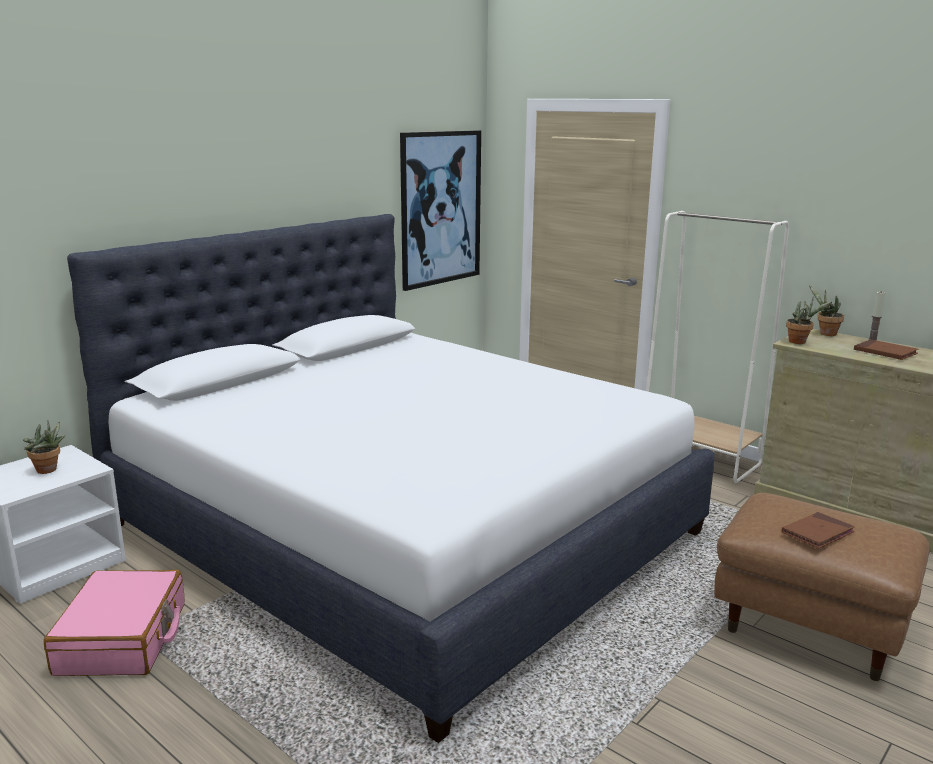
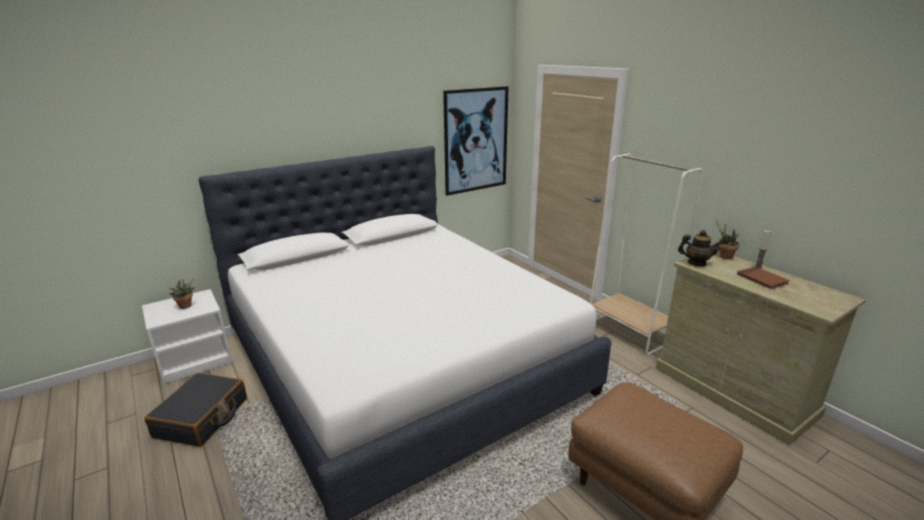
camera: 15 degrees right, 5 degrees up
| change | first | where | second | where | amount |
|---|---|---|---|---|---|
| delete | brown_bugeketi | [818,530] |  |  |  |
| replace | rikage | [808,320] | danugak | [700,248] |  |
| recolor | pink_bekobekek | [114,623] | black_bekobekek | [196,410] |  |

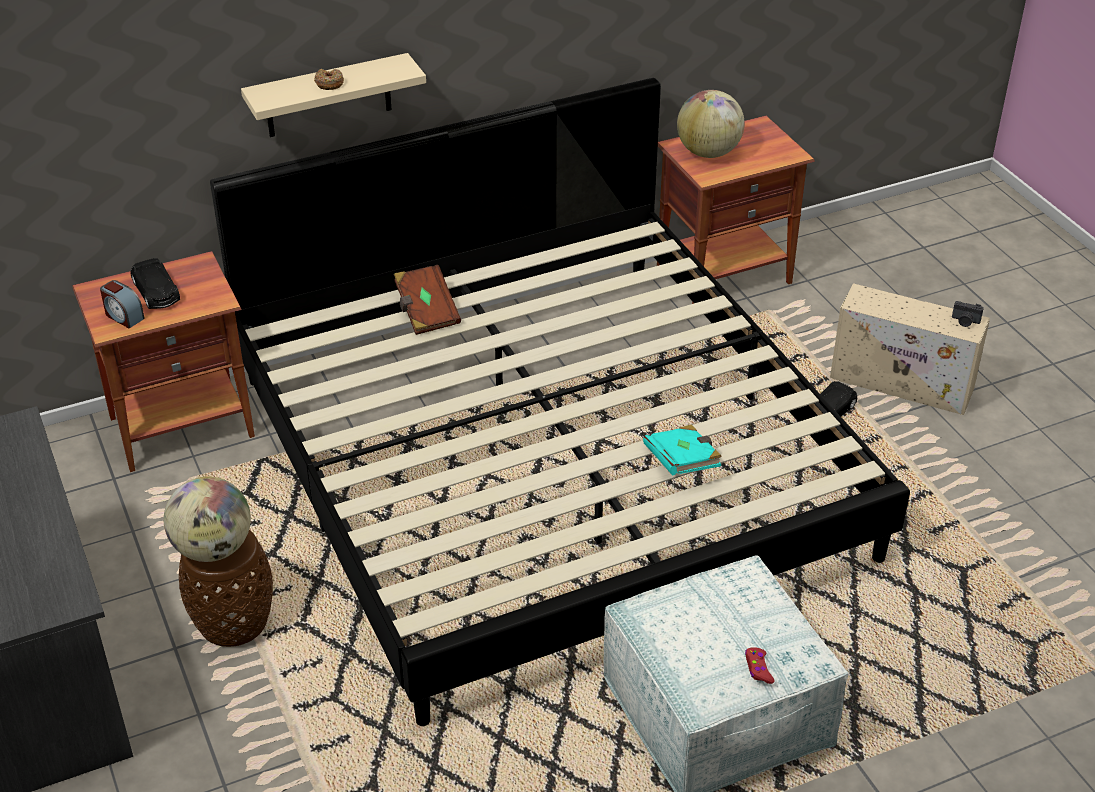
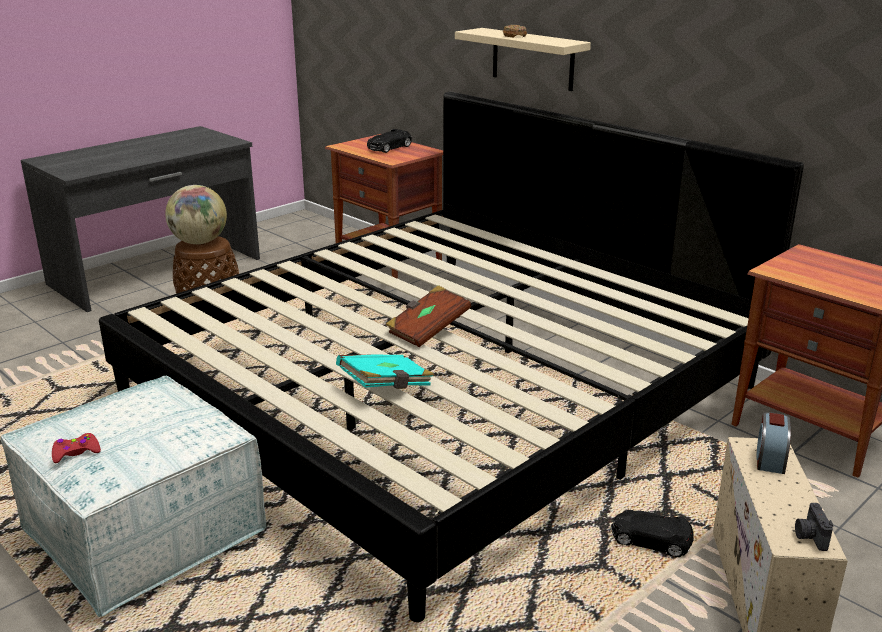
camera: 70 degrees right, 15 degrees down
| change | first | where | second | where | amount |
|---|---|---|---|---|---|
| delete | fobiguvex | [711,124] |  |  |  |
| move | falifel | [122,304] |  | [773,443] |  |
| move | brown_bugeketi | [427,300] |  | [428,316] |  |

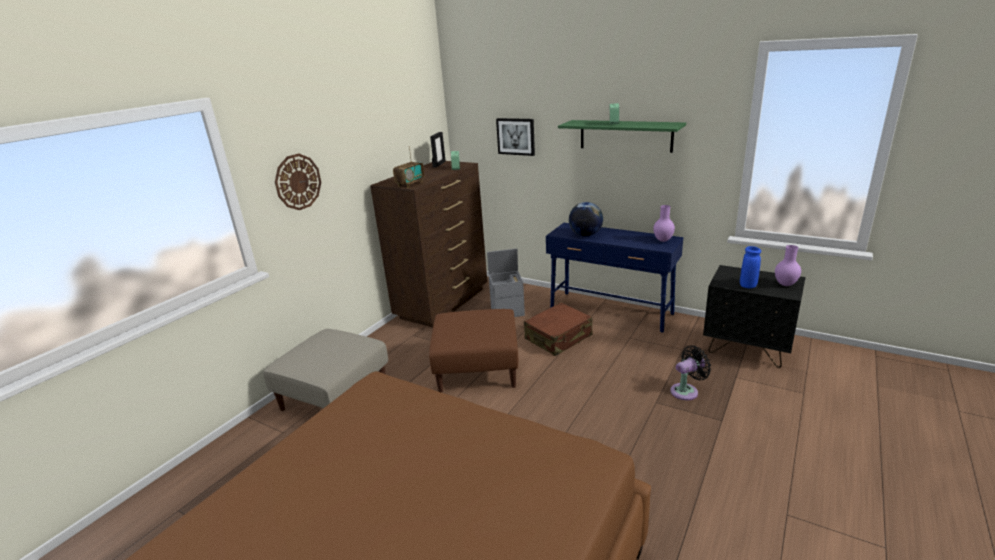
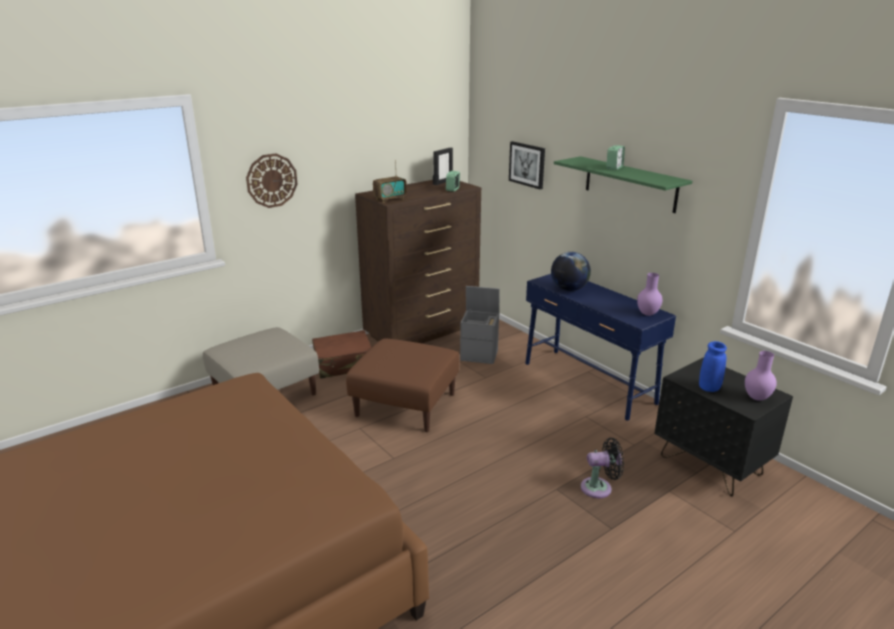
camera: 20 degrees right, 0 degrees up
| change | first | where | second | where | amount |
|---|---|---|---|---|---|
| move | brown_bekobekek | [558,329] |  | [342,354] |  |

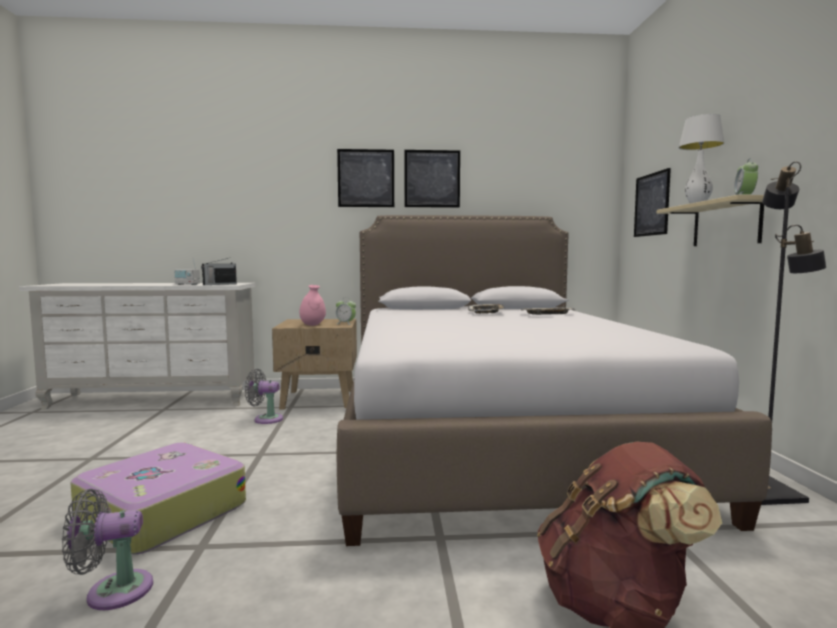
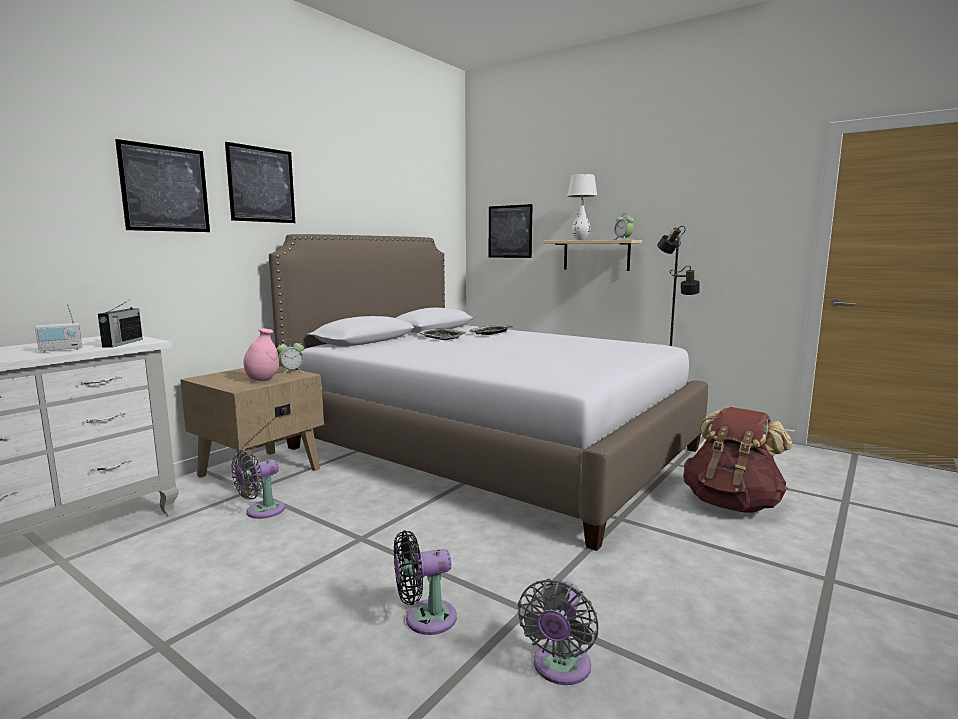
camera: 50 degrees left, 5 degrees up
| change | first | where | second | where | amount |
|---|---|---|---|---|---|
| move | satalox | [432,179] |  | [162,185] |  |
| replace | bekobekek | [158,498] | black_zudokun | [425,583] |  |

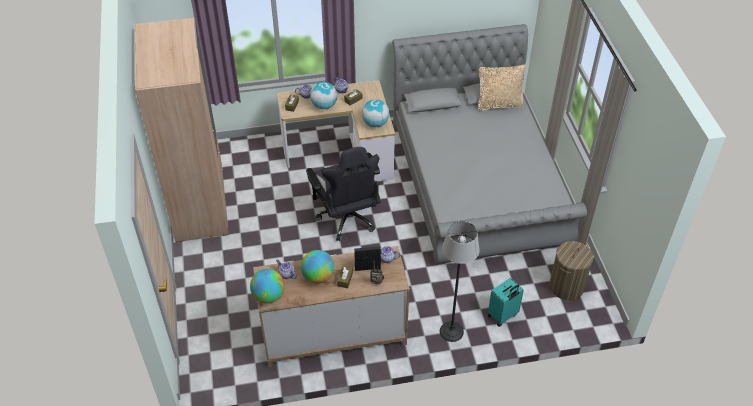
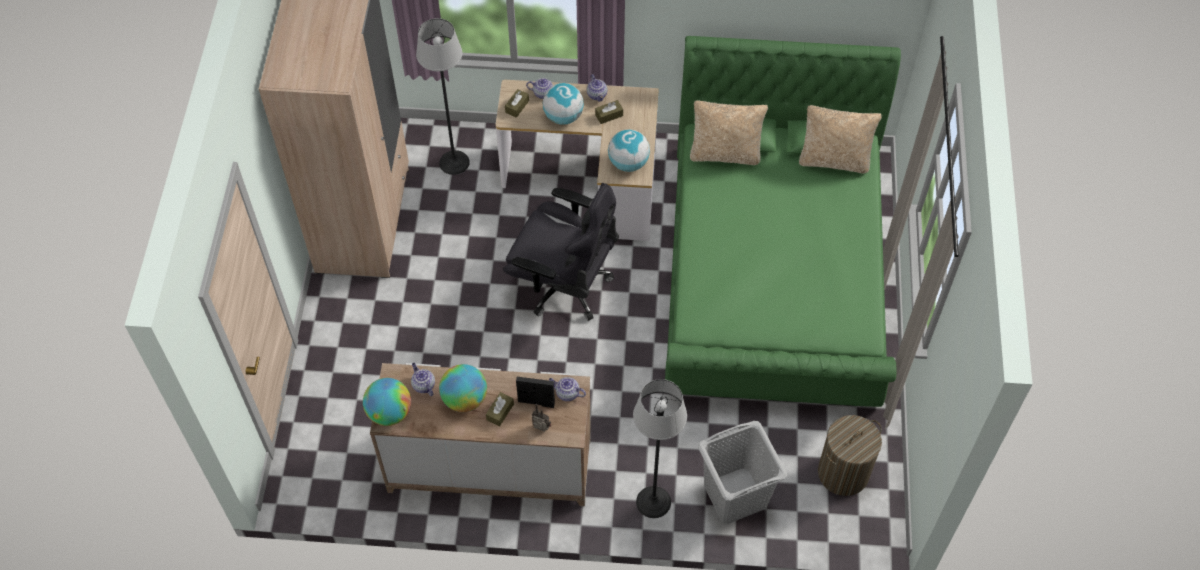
camera: 15 degrees right, 10 degrees up
| change | first | where | second | where | amount |
|---|---|---|---|---|---|
| insert |  |  | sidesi | [443,96] |  |
| insert |  |  | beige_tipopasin | [729,132] |  |
| replace | turquoise_bekobekek | [506,302] | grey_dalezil | [742,472] |  |
| recolor | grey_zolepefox | [489,144] | green_zolepefox | [783,221] |  |
| rotate | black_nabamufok | [343,194] |  | [561,252] | 60 degrees counterclockwise |

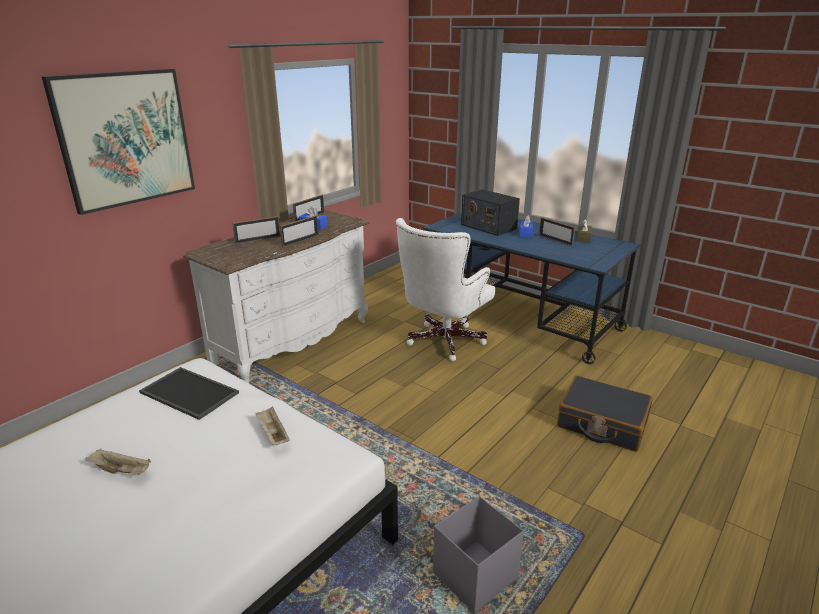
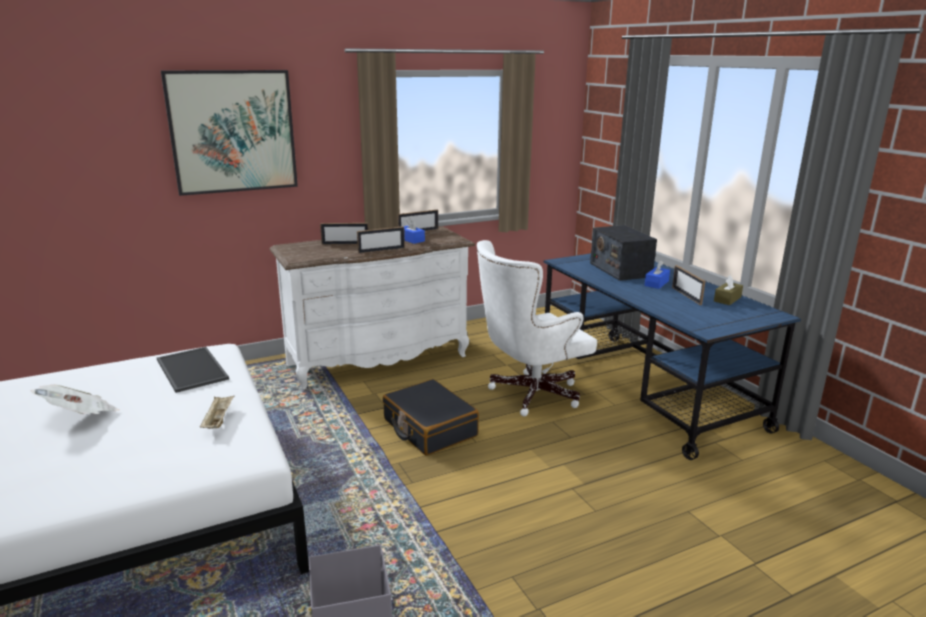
camera: 25 degrees right, 5 degrees down
| change | first | where | second | where | amount |
|---|---|---|---|---|---|
| move | black_bekobekek | [605,414] |  | [431,417] |  |
| replace | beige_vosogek | [118,462] | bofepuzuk | [75,399] |  |

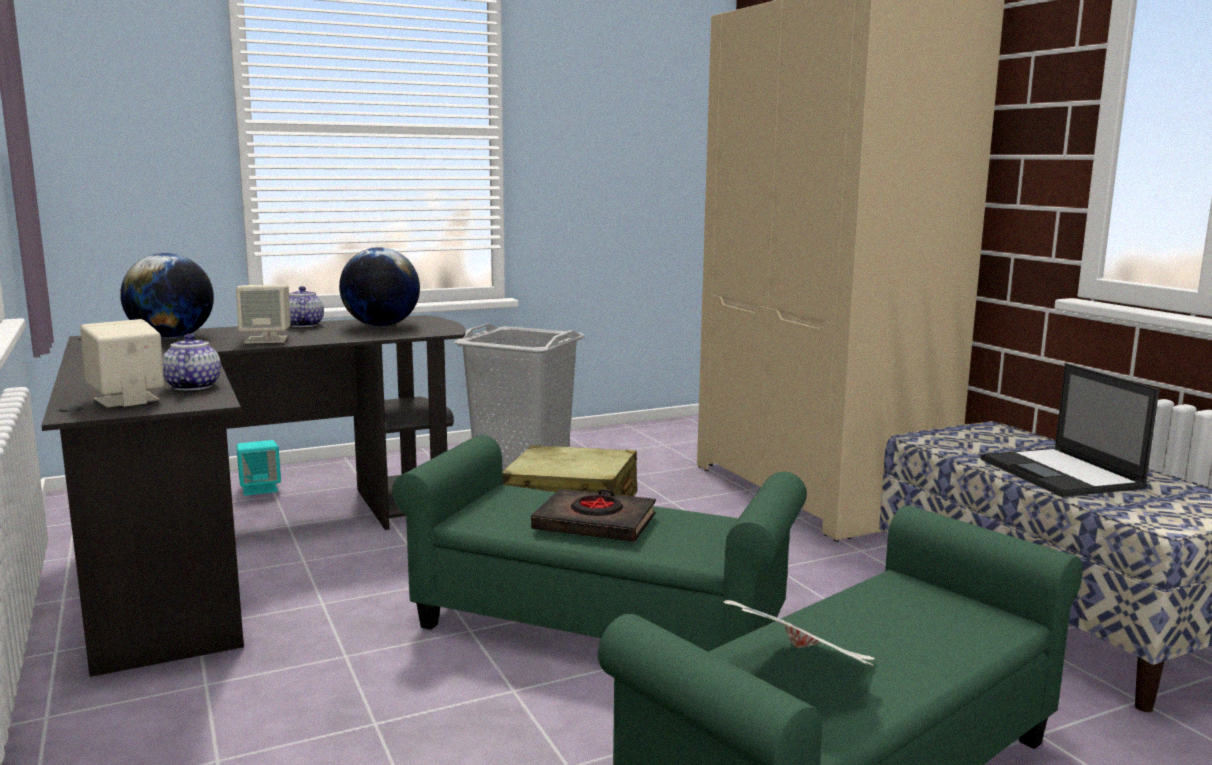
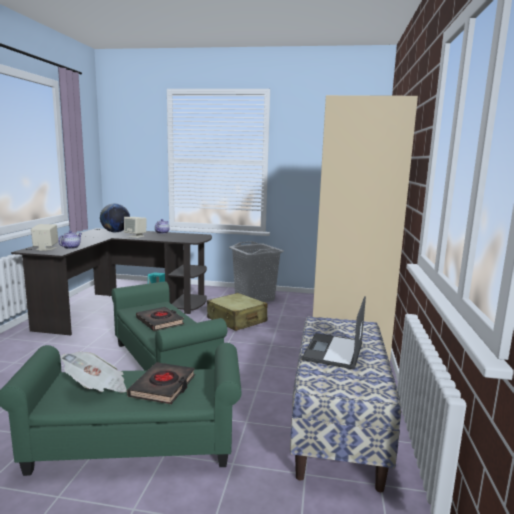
camera: 35 degrees right, 0 degrees up
| change | first | where | second | where | amount |
|---|---|---|---|---|---|
| delete | fobiguvex | [379,287] |  |  |  |
| insert |  |  | black_bugeketi | [161,383] |  |

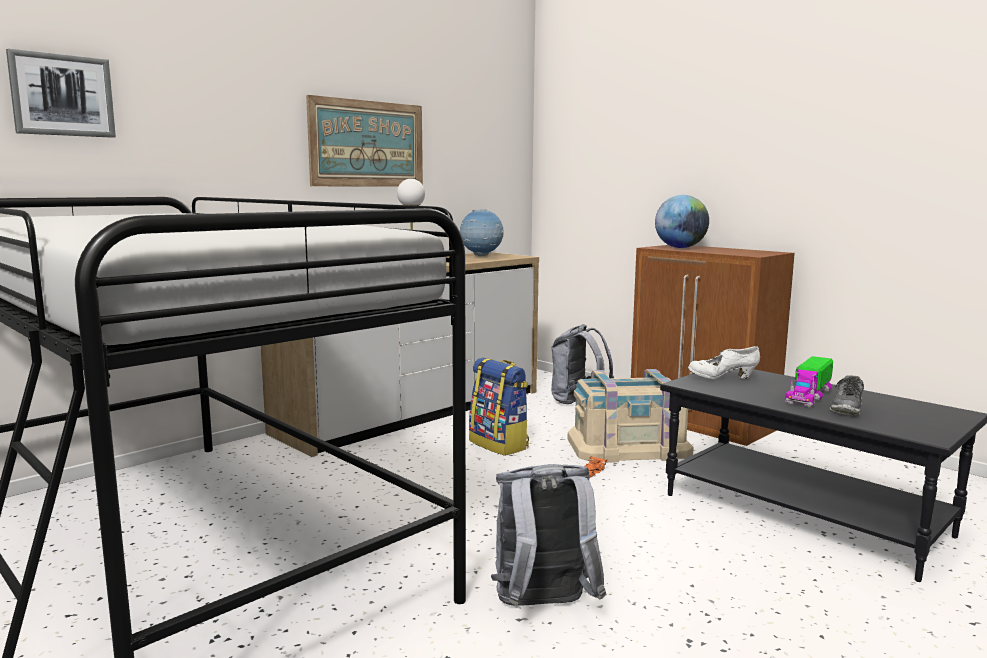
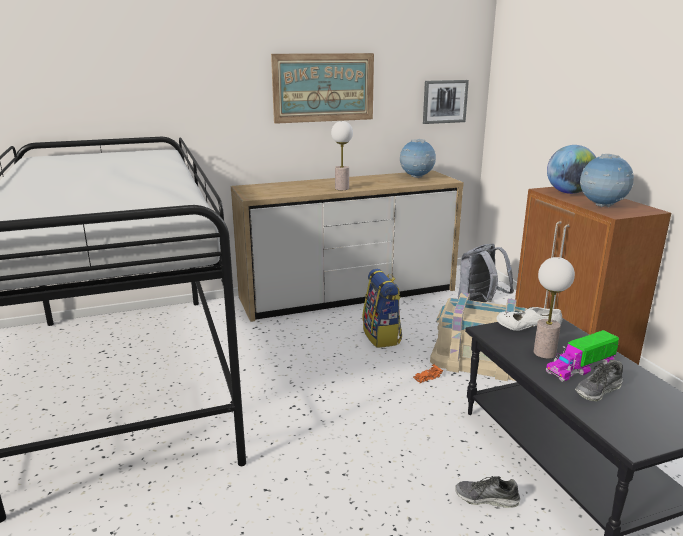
camera: 25 degrees right, 10 degrees up
| change | first | where | second | where | amount |
|---|---|---|---|---|---|
| delete | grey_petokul | [548,535] |  |  |  |
| insert |  |  | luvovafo | [487,492] |  |
| insert |  |  | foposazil | [554,308] |  |
| insert |  |  | fobiguvex | [607,180] |  |
| move | satalox | [61,93] |  | [446,102] |  |

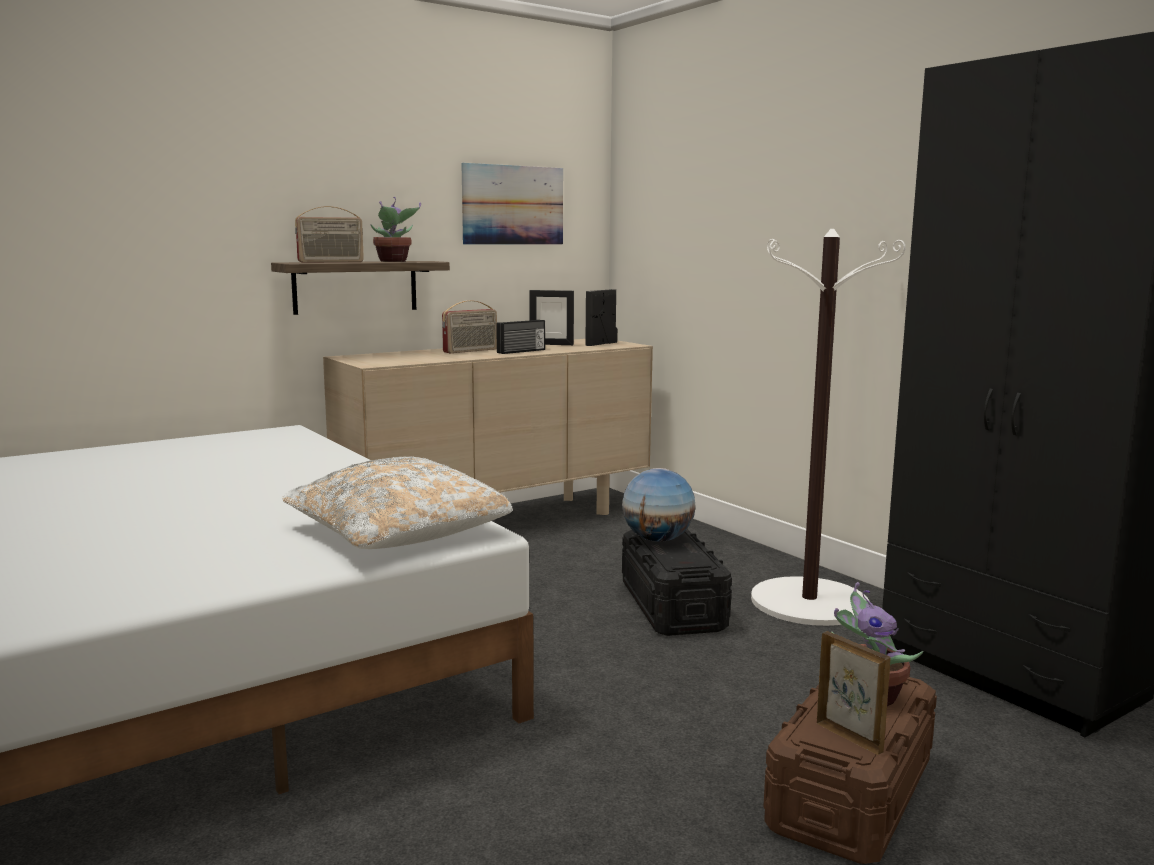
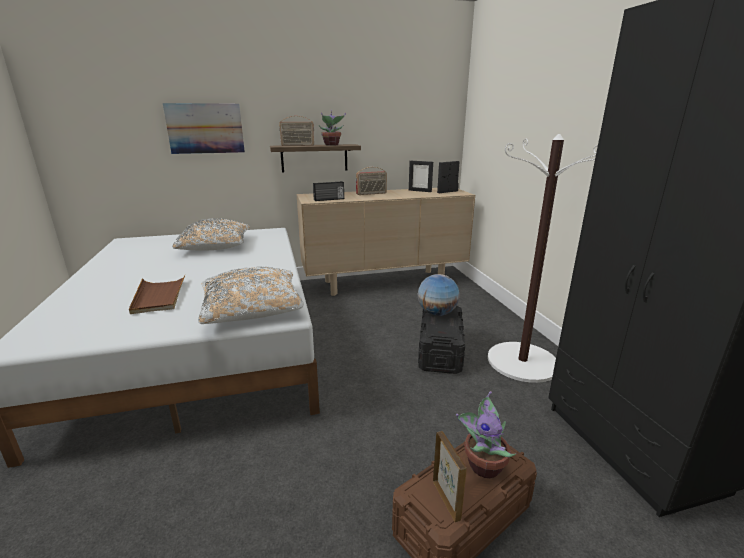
camera: 20 degrees right, 10 degrees up
| change | first | where | second | where | amount |
|---|---|---|---|---|---|
| insert |  |  | brown_vosogek | [157,294] |  |
| insert |  |  | white_tipopasin | [211,234] |  |
| move | satalox | [512,203] |  | [204,128] |  |
| move | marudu | [520,337] |  | [328,191] |  |

